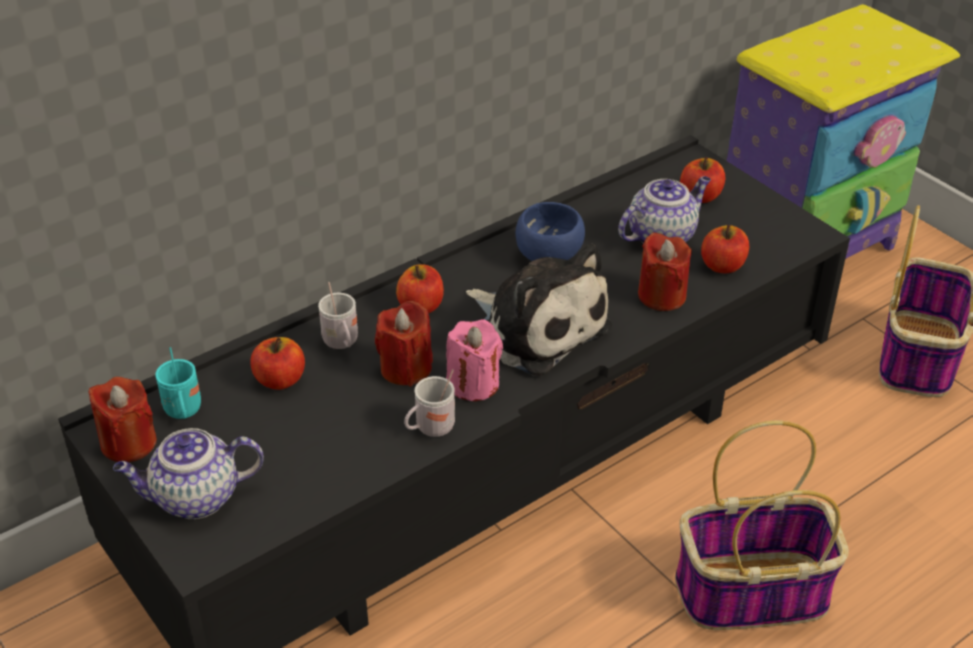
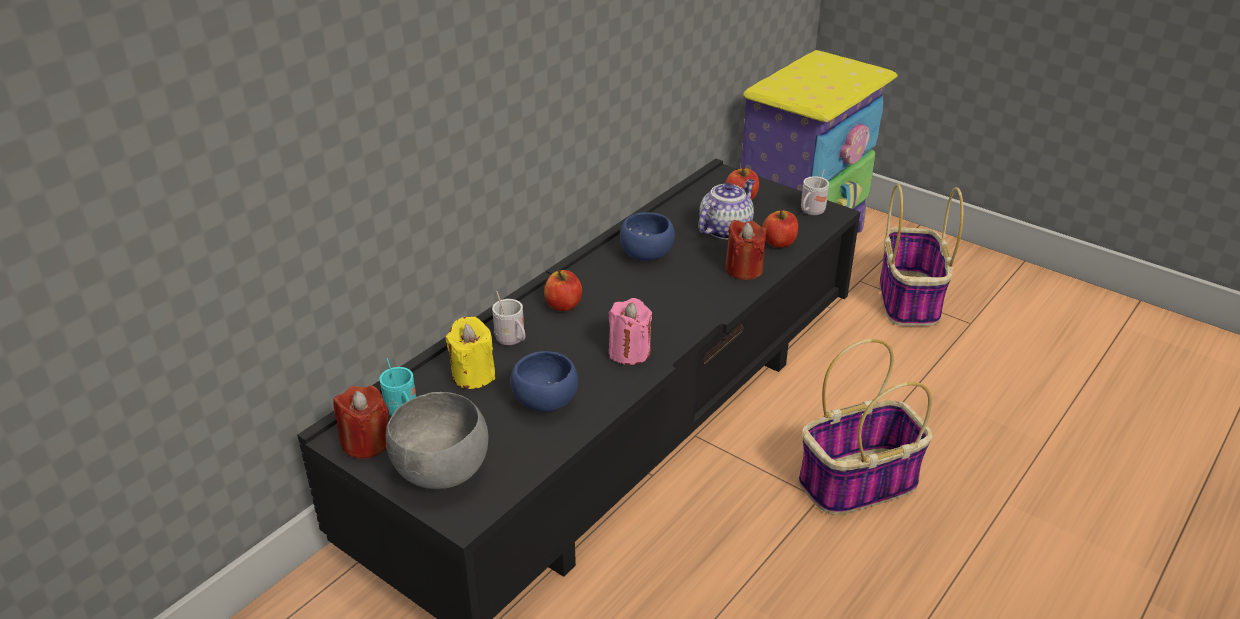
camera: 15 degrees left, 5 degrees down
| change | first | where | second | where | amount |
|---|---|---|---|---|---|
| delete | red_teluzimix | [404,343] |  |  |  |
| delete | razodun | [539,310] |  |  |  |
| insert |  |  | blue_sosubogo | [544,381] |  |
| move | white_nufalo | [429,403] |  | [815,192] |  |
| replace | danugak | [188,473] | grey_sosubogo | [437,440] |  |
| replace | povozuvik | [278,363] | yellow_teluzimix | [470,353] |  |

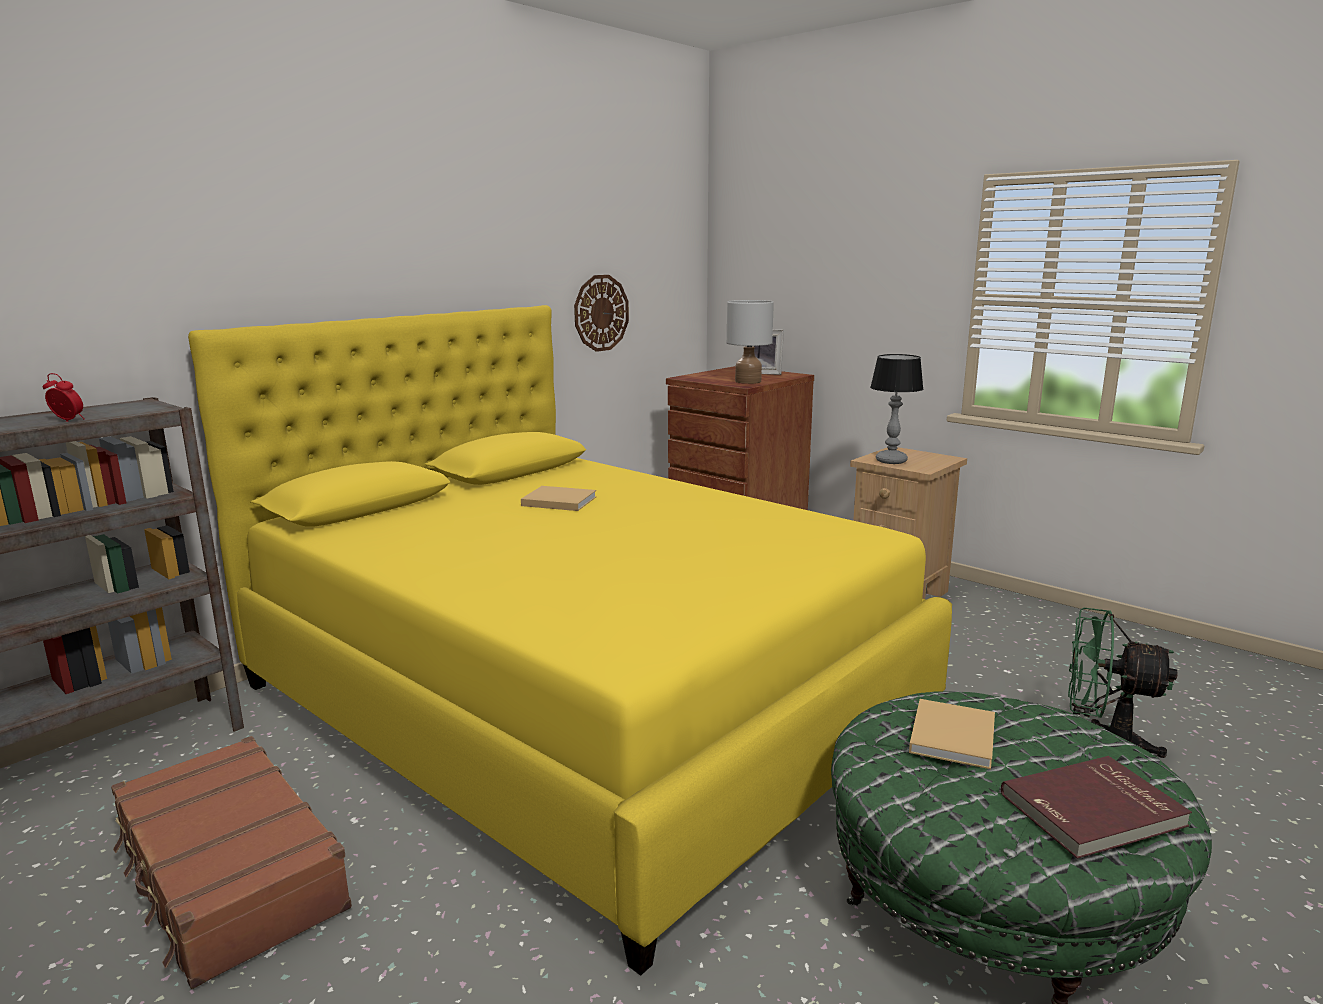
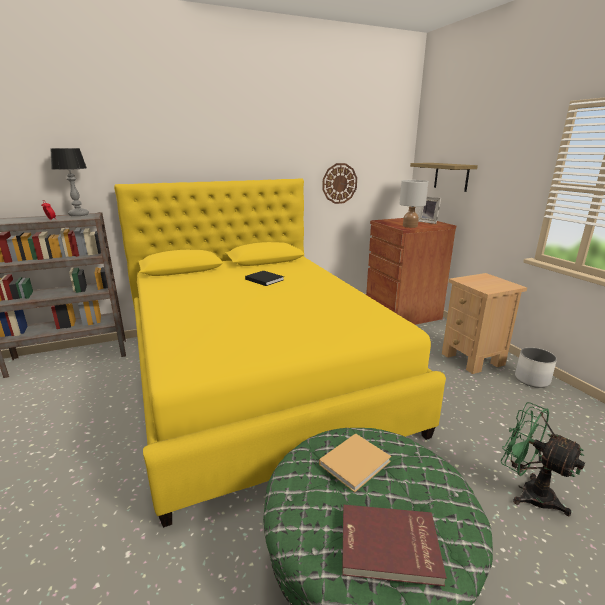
camera: 25 degrees right, 5 degrees up
| change | first | where | second | where | amount |
|---|---|---|---|---|---|
| delete | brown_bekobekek | [231,862] |  |  |  |
| insert |  |  | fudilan | [444,177] |  |
| insert |  |  | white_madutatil | [536,367] |  |
| move | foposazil | [896,409] |  | [69,182] |  |
| recolor | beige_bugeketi | [559,498] | black_bugeketi | [264,278] |  |

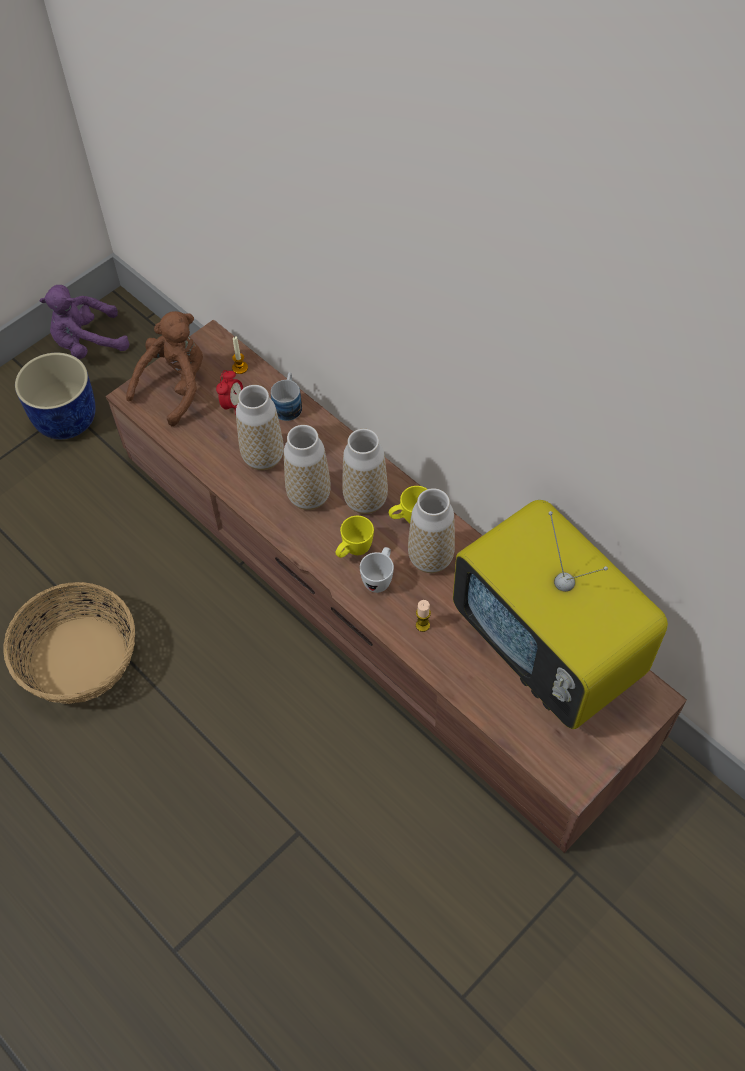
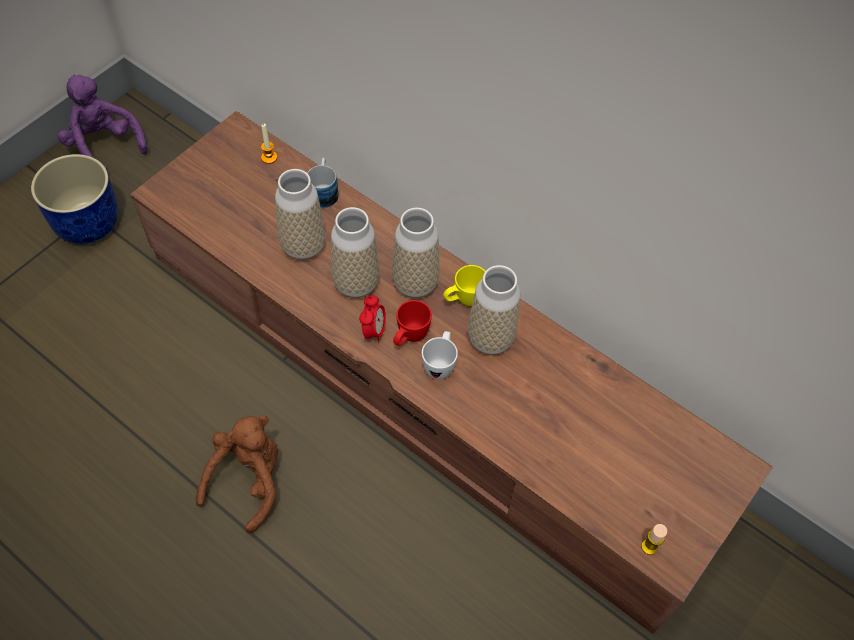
camera: 10 degrees left, 0 degrees up
| change | first | where | second | where | amount |
|---|---|---|---|---|---|
| delete | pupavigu | [69,643] |  |  |  |
| delete | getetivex | [560,614] |  |  |  |
| move | brown_razodun | [164,368] |  | [237,475] |  |
| move | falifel | [229,392] |  | [372,319] |  |
| move | teluzimix | [423,616] |  | [654,539] |  |
| recolor | yellow_nufalo | [355,537] | red_nufalo | [412,323] |  |
| rotate | purple_razodun | [84,322] |  | [102,122] | 75 degrees clockwise |

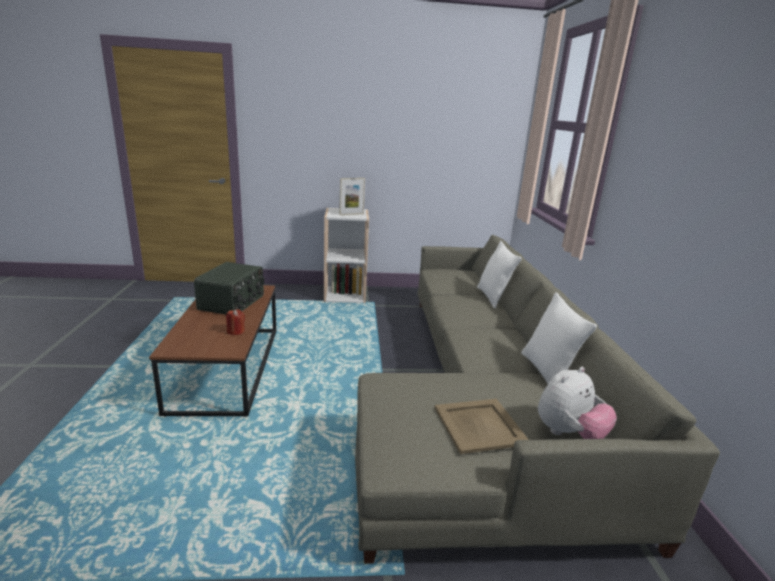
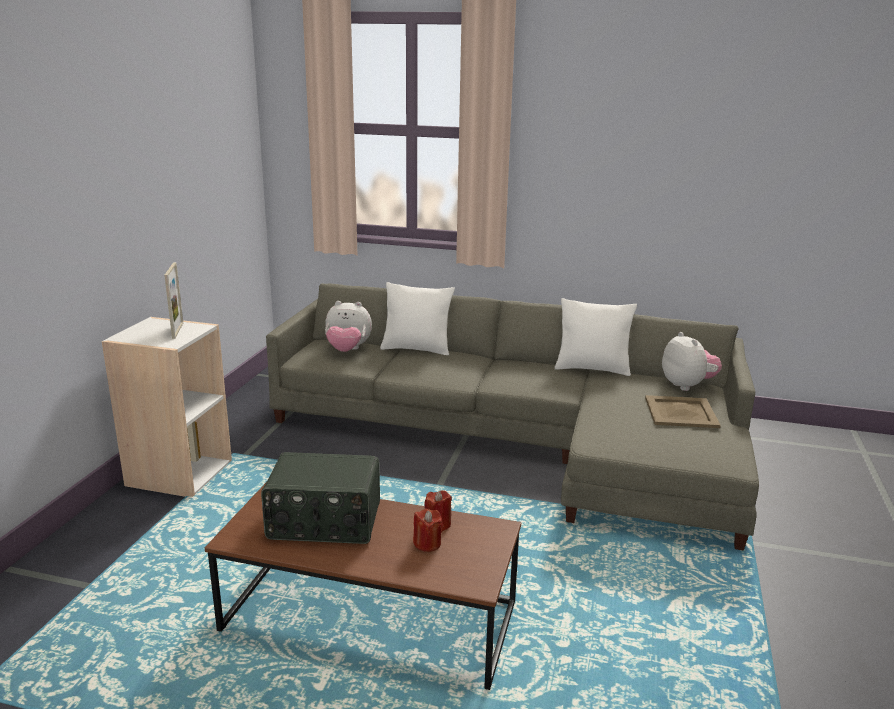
camera: 70 degrees left, 0 degrees up
| change | first | where | second | where | amount |
|---|---|---|---|---|---|
| insert |  |  | razodun | [348,326] |  |
| insert |  |  | red_teluzimix | [428,530] |  |
| rotate | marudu | [229,288] |  | [320,498] | 150 degrees clockwise |

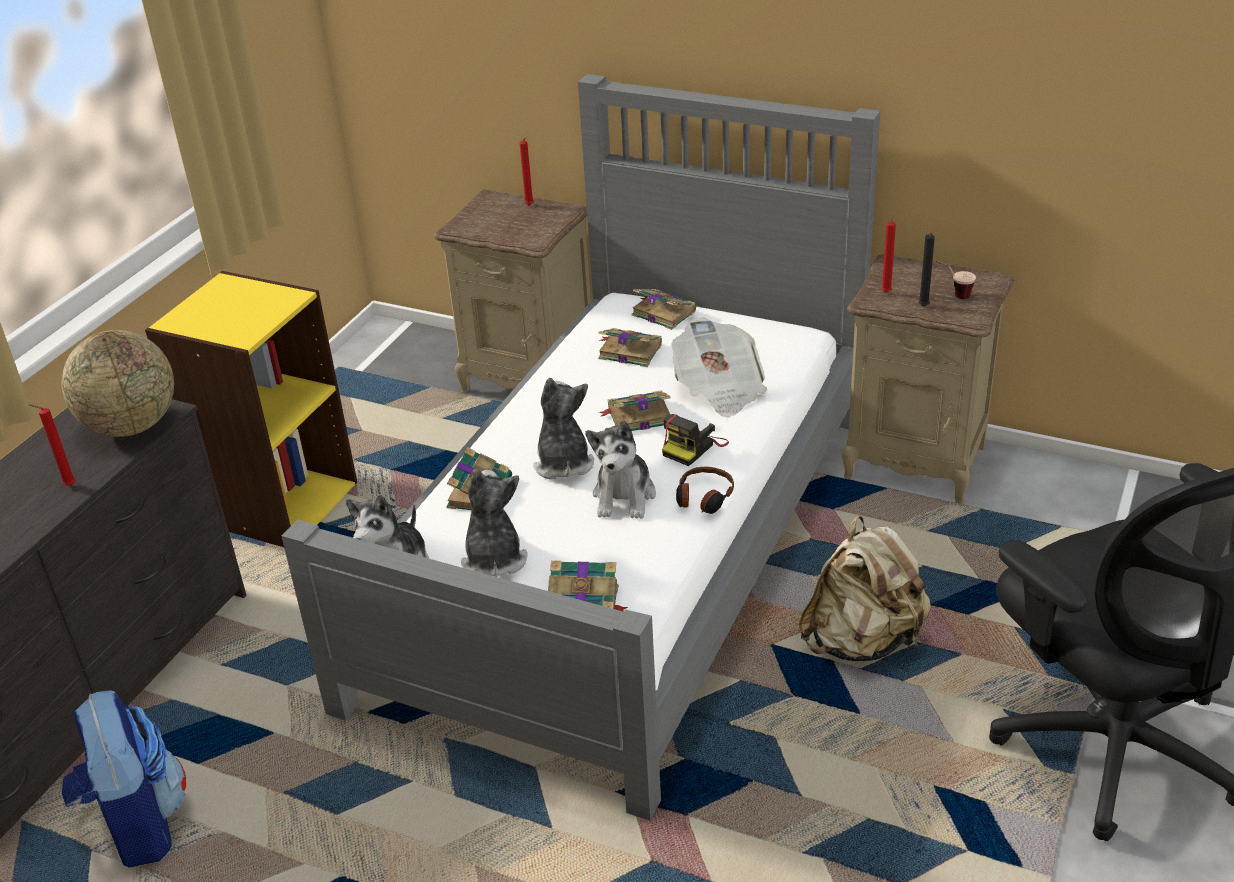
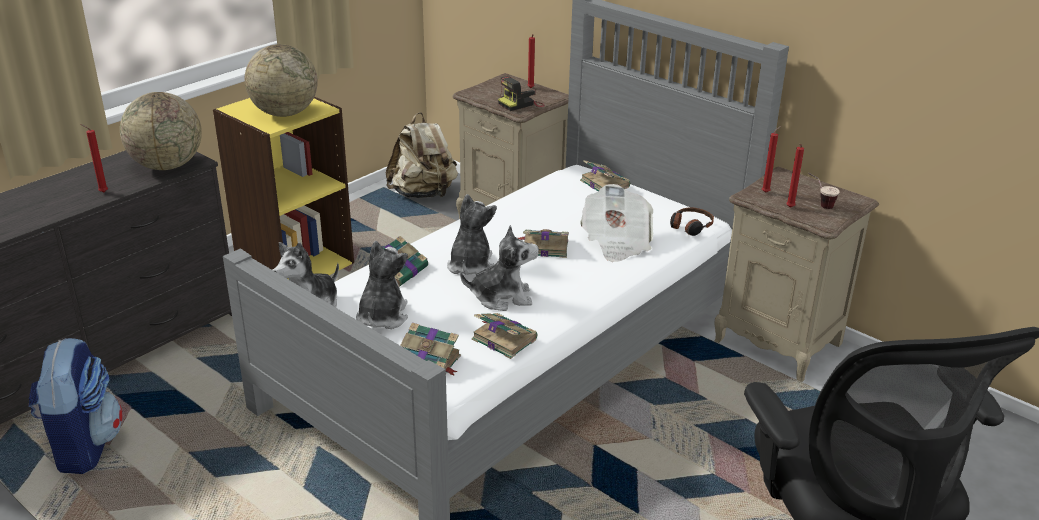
camera: 15 degrees right, 5 degrees down
| change | first | where | second | where | amount |
|---|---|---|---|---|---|
| insert |  |  | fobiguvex | [281,80] |  |
| move | bugeketi | [630,347] |  | [504,336] |  |
| move | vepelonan | [695,440] |  | [521,93] |  |
| move | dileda | [705,490] |  | [692,221] |  |
| move | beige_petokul | [865,588] |  | [422,155] |  |
| recolor | black_teluzimix | [927,269] | red_teluzimix | [795,176] |  |
| rotate | razodun | [620,469] |  | [499,268] | 120 degrees counterclockwise |

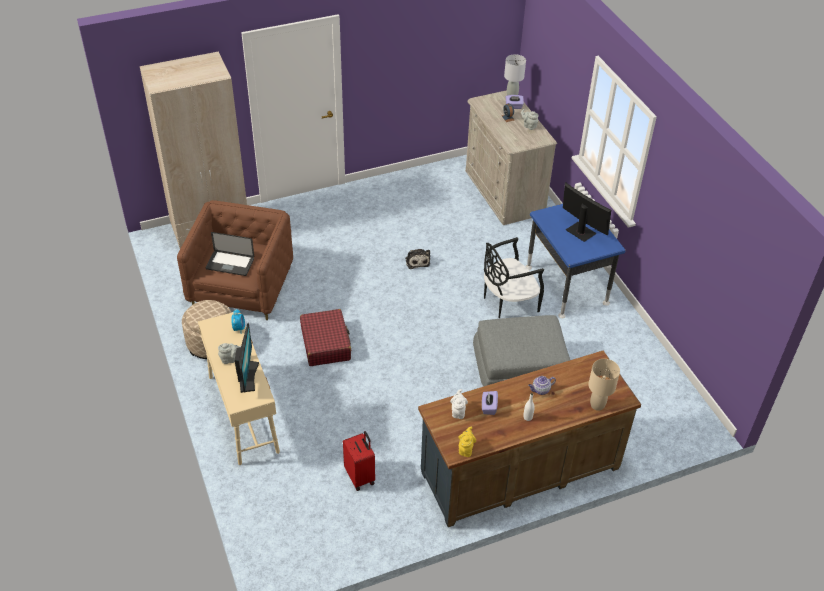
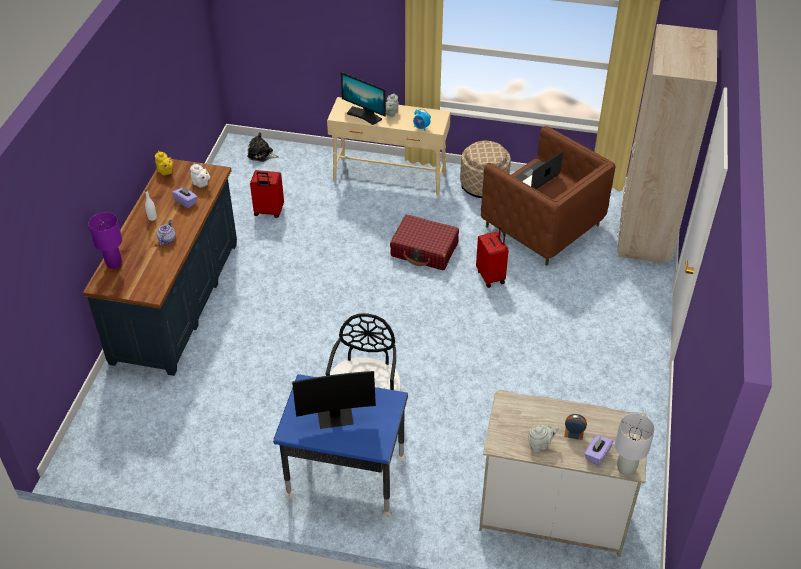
camera: 125 degrees right, 0 degrees up
| change | first | where | second | where | amount |
|---|---|---|---|---|---|
| delete | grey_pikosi | [521,351] |  |  |  |
| insert |  |  | red_bekobekek | [492,257] |  |
| move | razodun | [417,259] |  | [263,147] |  |
| recolor | beige_foposazil | [604,385] | purple_foposazil | [105,240] |  |

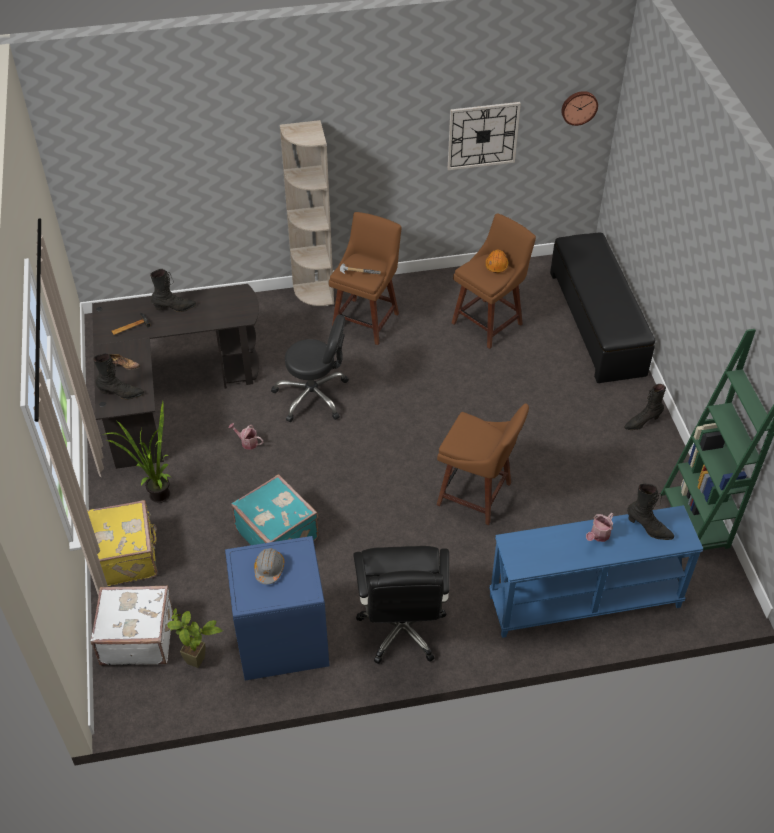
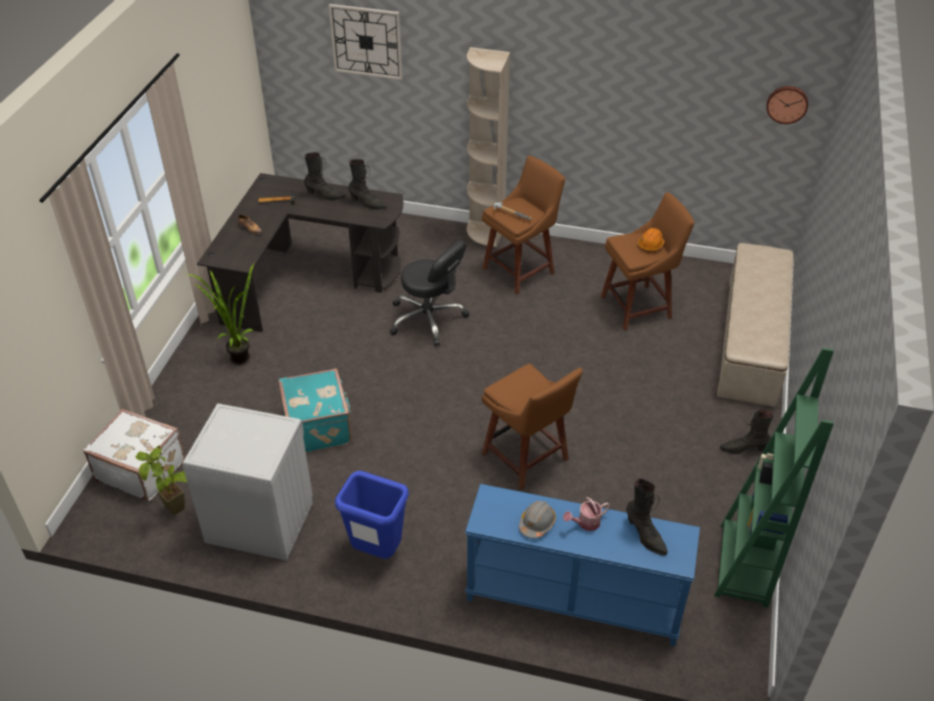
camera: 25 degrees right, 5 degrees down
| change | first | where | second | where | amount |
|---|---|---|---|---|---|
| delete | yellow_bekobekek | [122,543] |  |  |  |
| delete | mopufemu | [245,436] |  |  |  |
| move | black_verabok | [118,376] |  | [368,184] |  |
| move | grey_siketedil | [269,566] |  | [537,520] |  |
| move | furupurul | [484,136] |  | [365,42] |  |
| replace | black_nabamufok | [401,605] | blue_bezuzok | [372,515] |  |
| recolor | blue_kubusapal | [277,608] | white_kubusapal | [248,482] |  |
| recolor | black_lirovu | [602,308] | beige_lirovu | [755,325] |  |

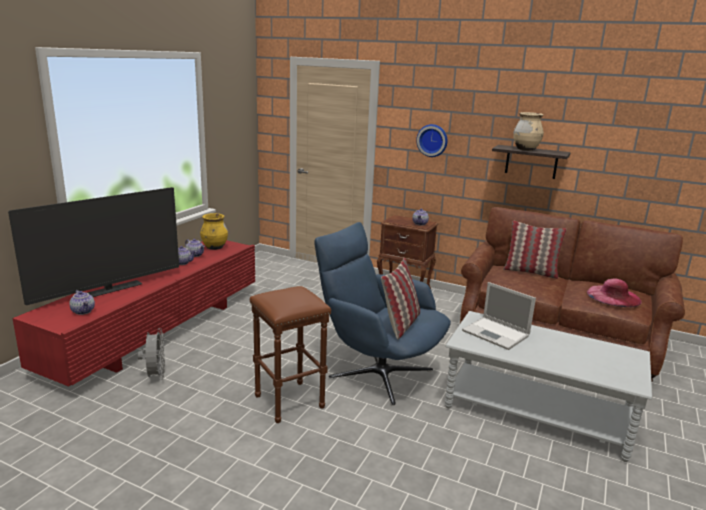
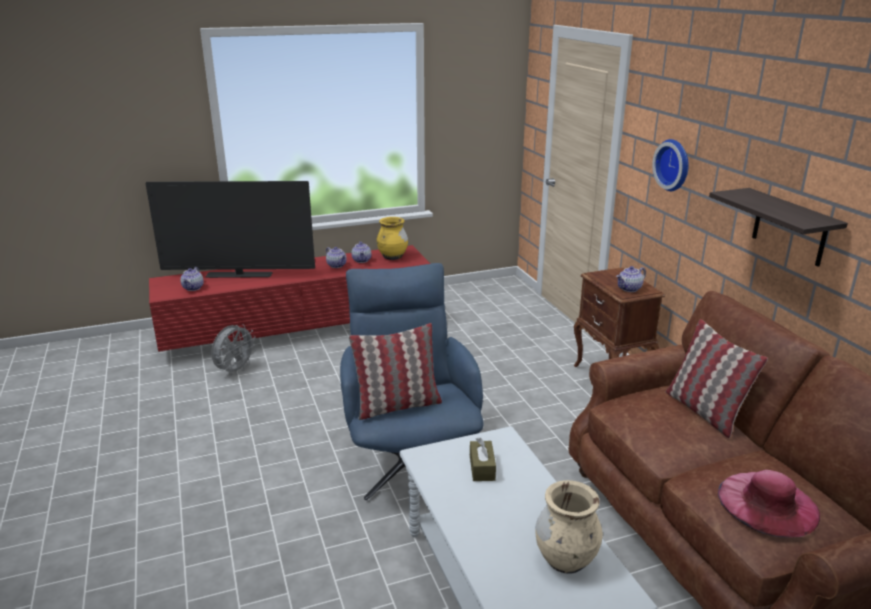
camera: 45 degrees right, 5 degrees up
| change | first | where | second | where | amount |
|---|---|---|---|---|---|
| delete | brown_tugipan | [290,354] |  |  |  |
| move | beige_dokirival | [528,131] |  | [569,527] |  |
| replace | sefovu | [499,316] | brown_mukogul | [483,459] |  |

